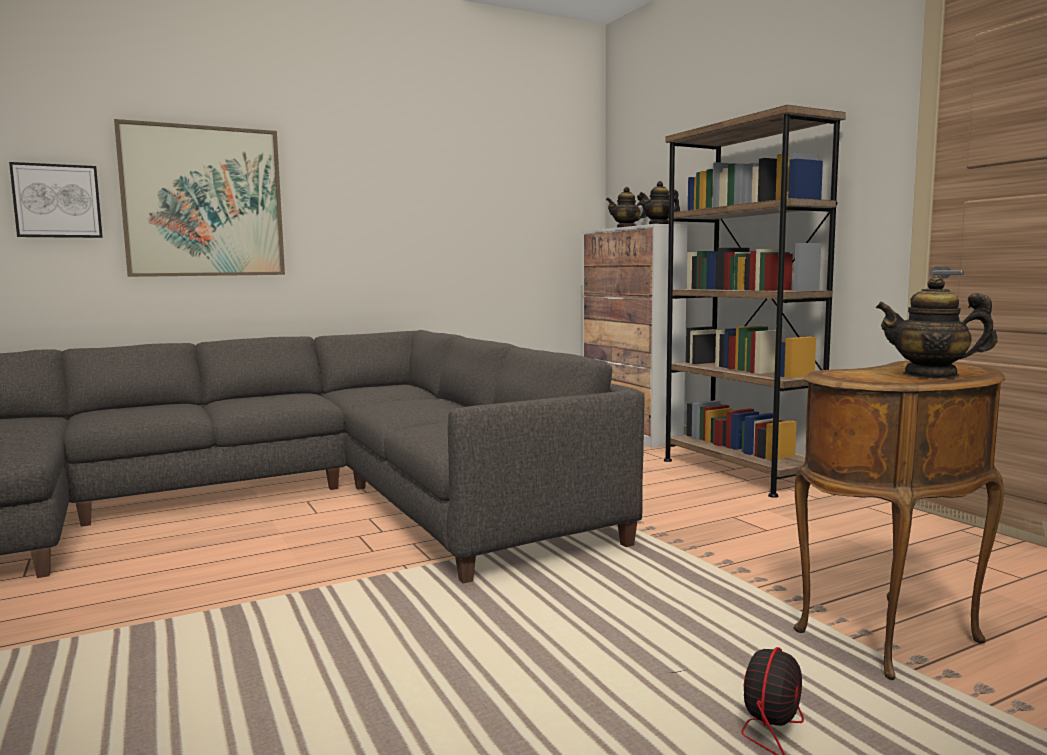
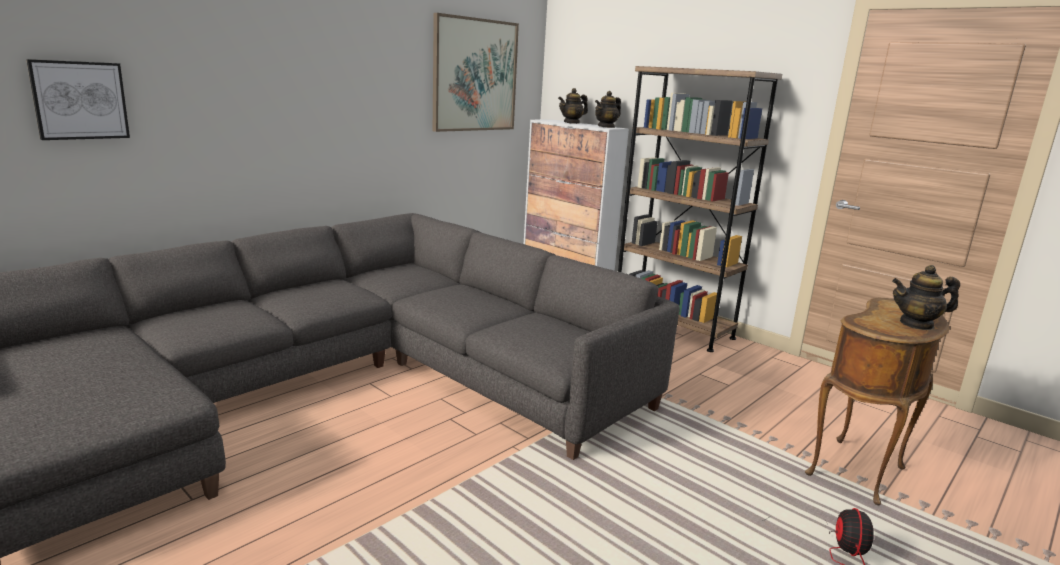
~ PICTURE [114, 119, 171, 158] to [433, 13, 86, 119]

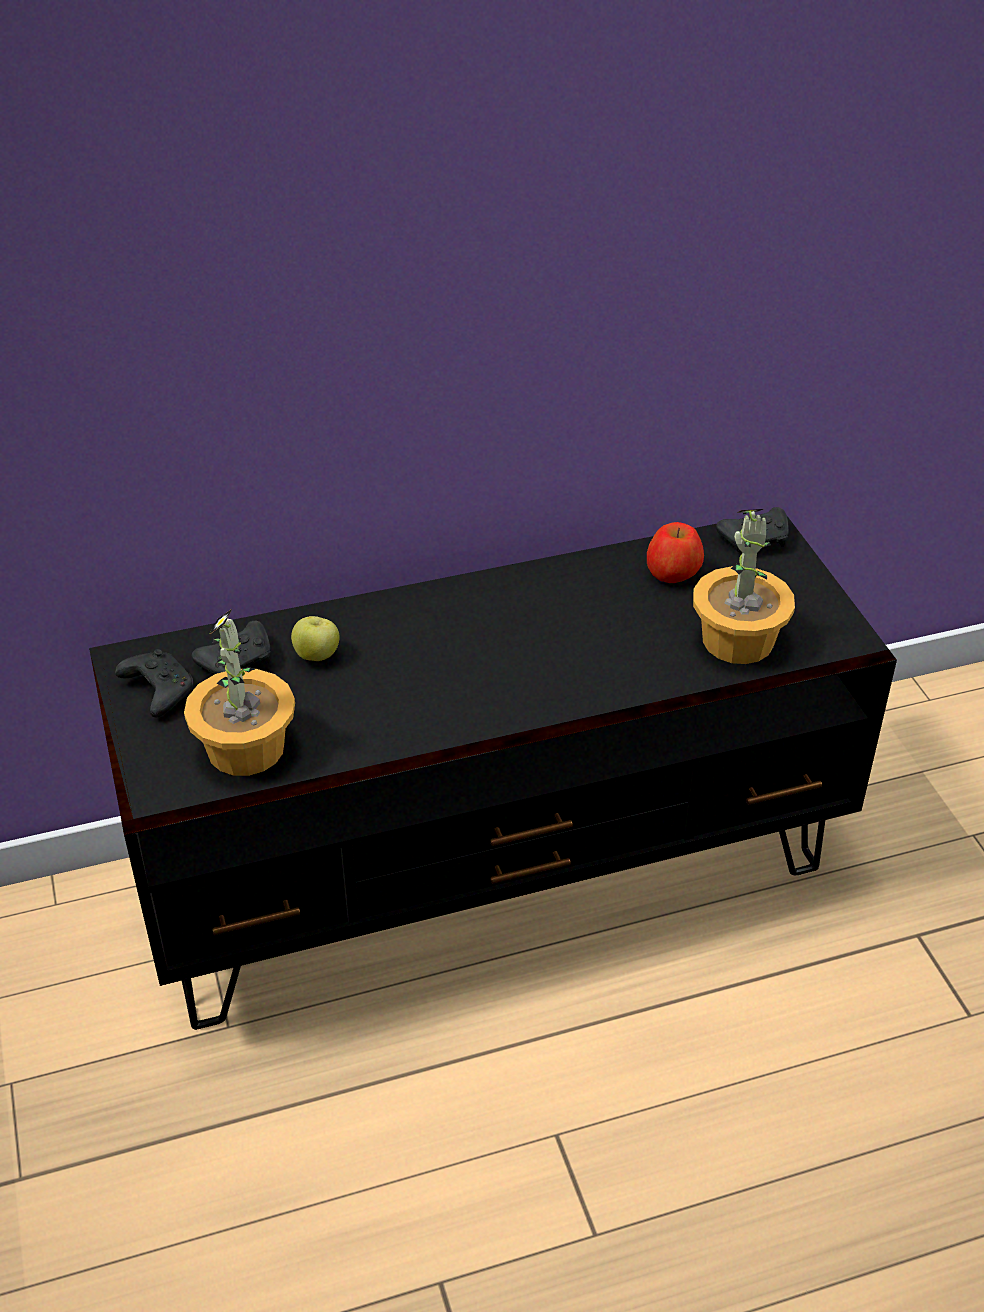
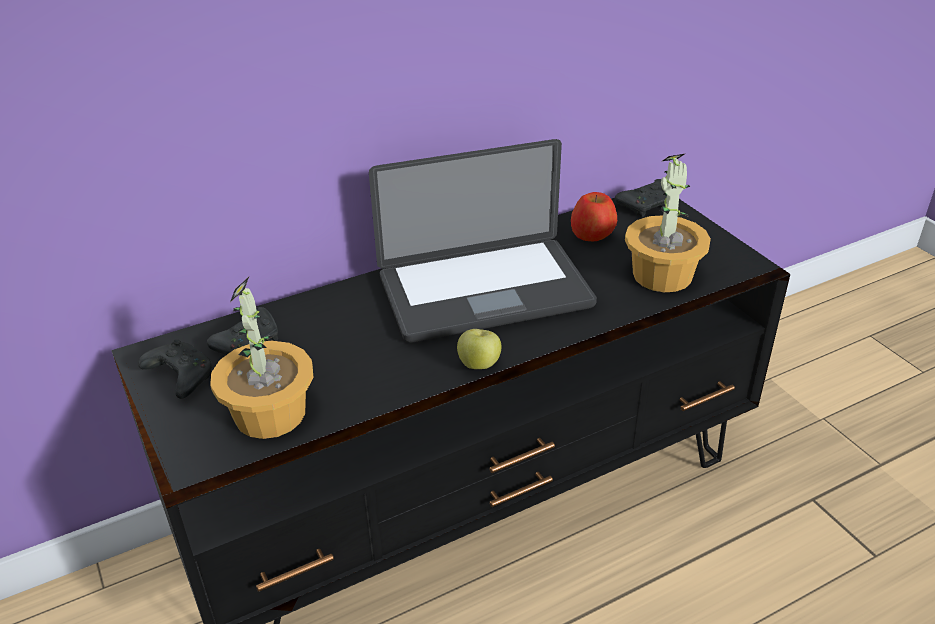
~ WHOLE APPLE [291, 616, 49, 45] to [457, 329, 44, 40]
+ PORTABLE COMPUTER [369, 139, 228, 204]

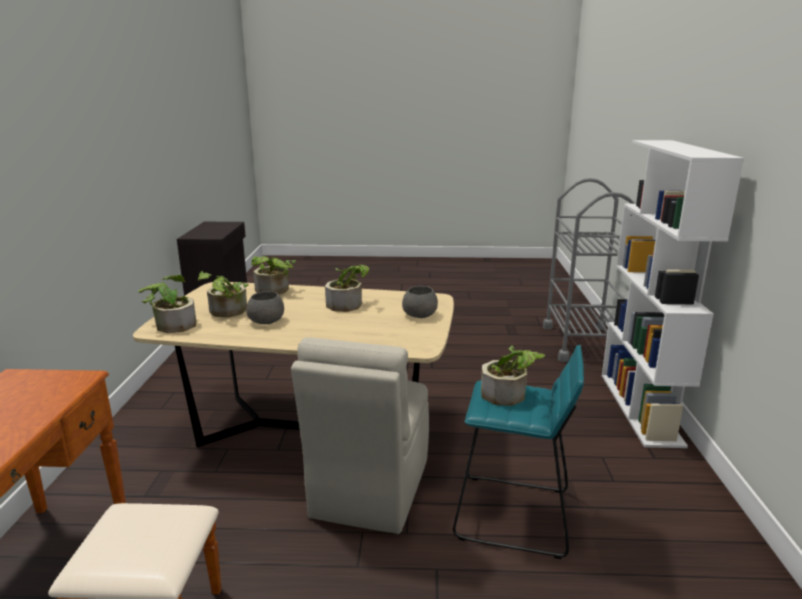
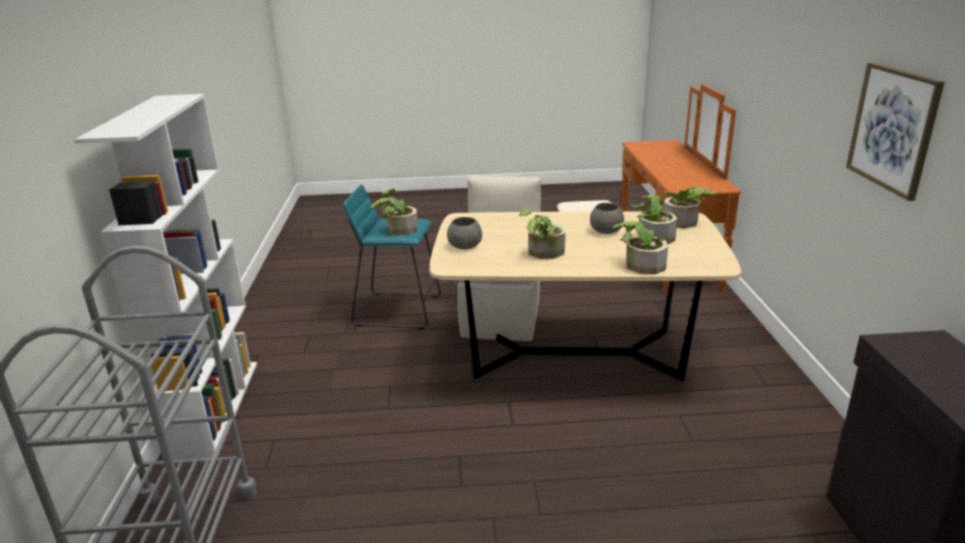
+ PICTURE [846, 63, 99, 138]

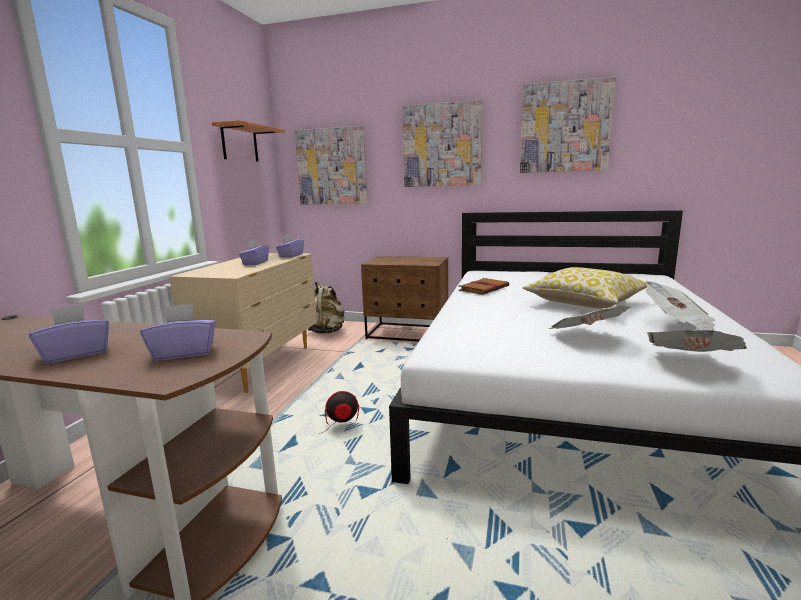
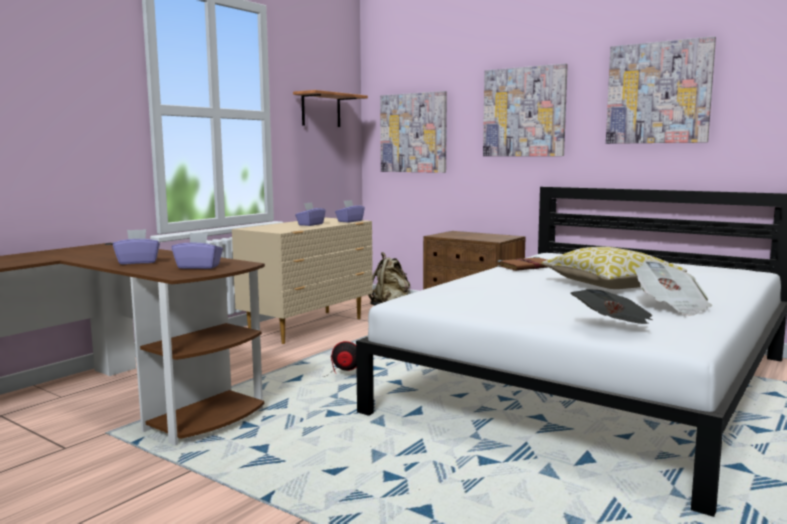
- NEWSPAPER [549, 305, 82, 24]

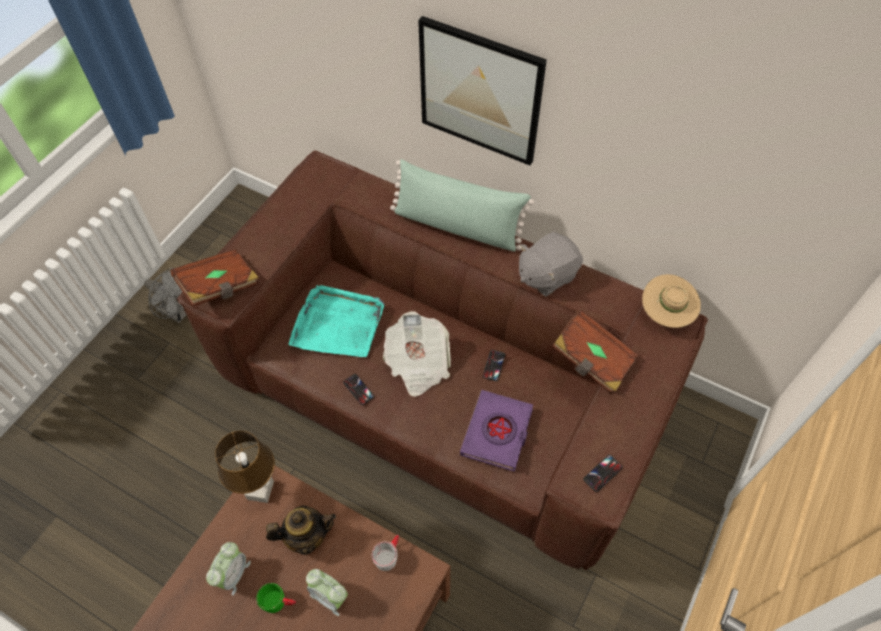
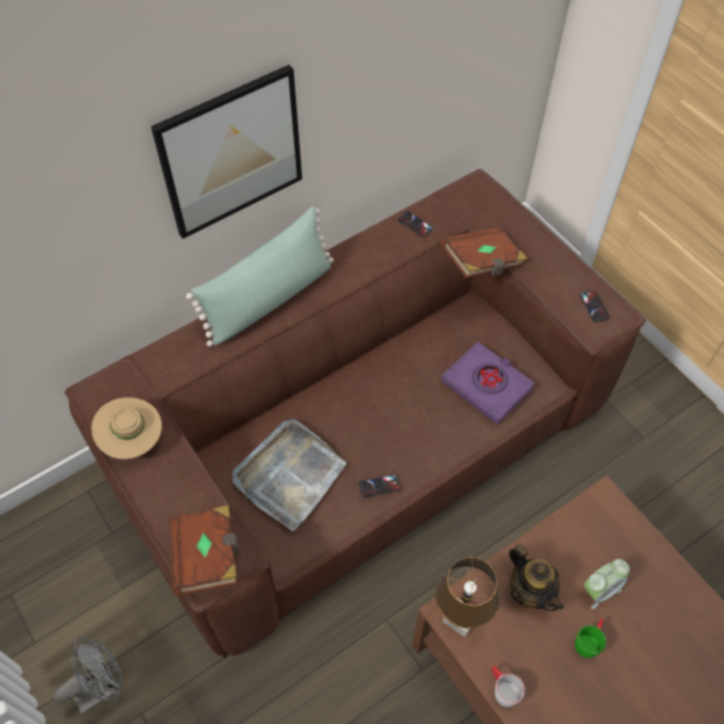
- GREYISH PLUSH TOY [519, 232, 64, 65]
~ BEIGE-COLOURED CLOTHING HAT [642, 274, 59, 54] to [91, 397, 71, 63]
~ BLUE-GREEN TRAY [289, 285, 96, 72] to GREYISH TRAY [232, 419, 115, 112]
- NEWSPAPER [383, 311, 68, 86]
~ PHONE [483, 350, 22, 31] to [397, 211, 36, 26]
~ POT FOR TEA [266, 505, 70, 50] = [509, 544, 55, 67] 135 degrees clockwise
~ GREYISH MUG [372, 535, 27, 36] to [492, 666, 33, 41]
- ALARM CLOCK [206, 542, 45, 54]

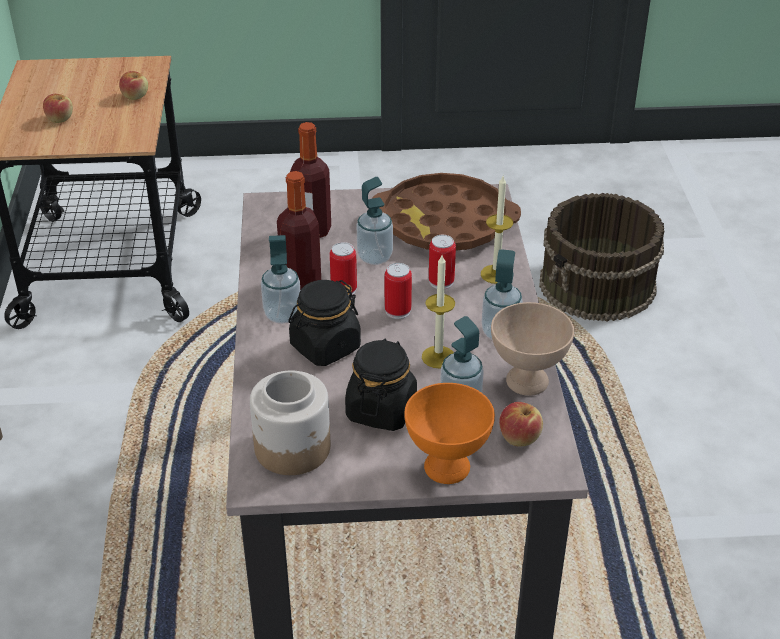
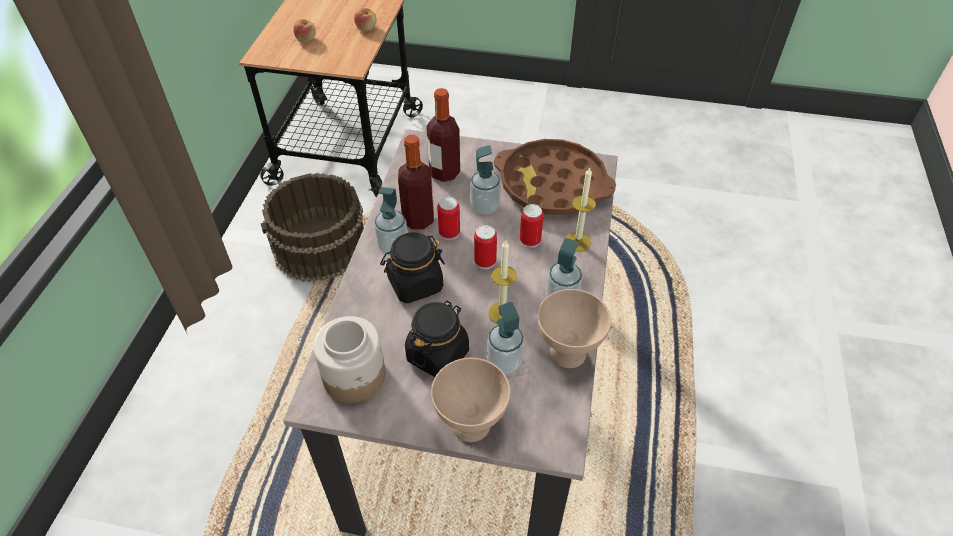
~ BROWN WATER BUCKET [539, 193, 125, 129] to [260, 173, 104, 109]
~ ORANGEY SERVING BOWL [404, 383, 91, 101] to BEIGE-COLOURED SERVING BOWL [431, 358, 79, 84]
- WHOLE APPLE [499, 402, 44, 45]

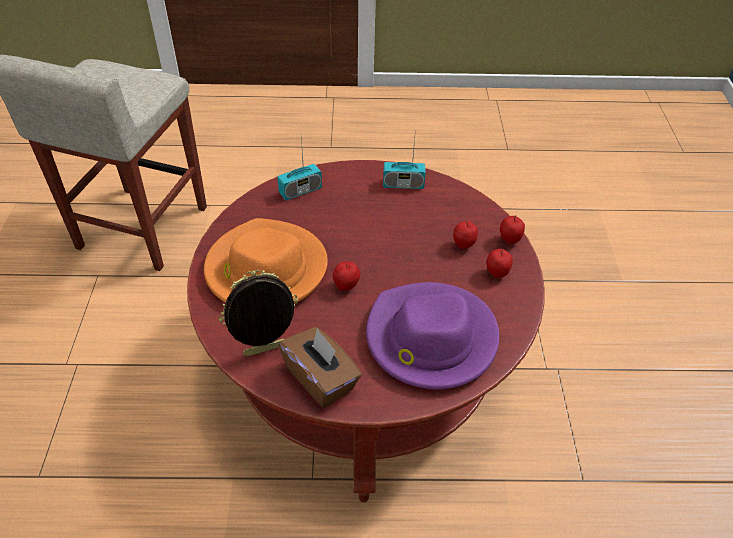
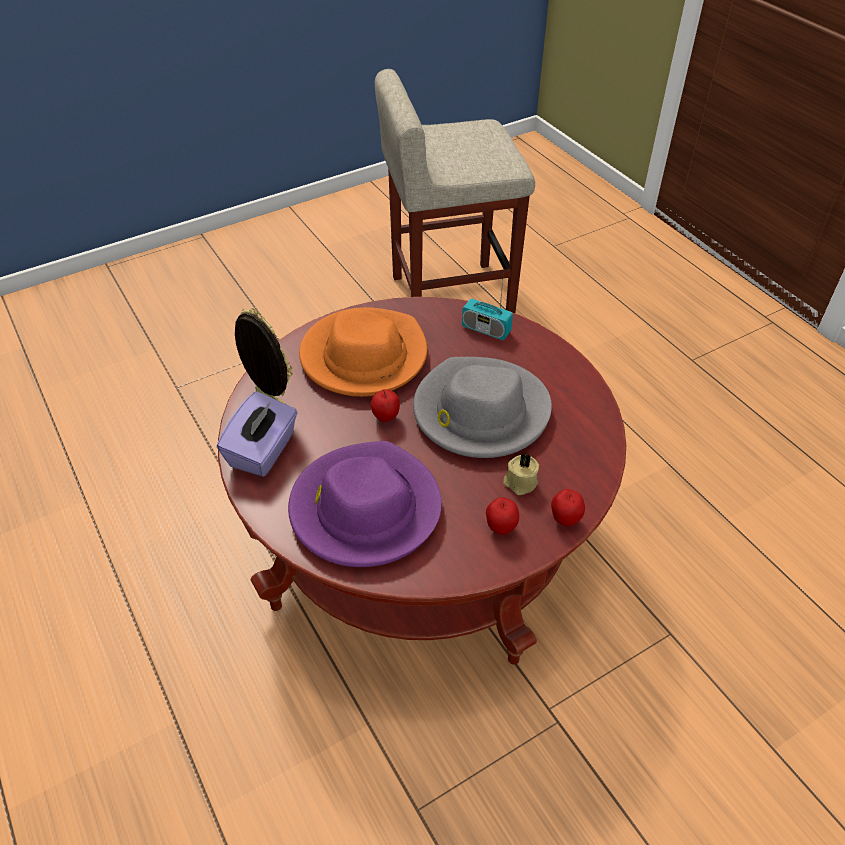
- RADIO SET [383, 129, 43, 60]
~ WHOLE APPLE [453, 221, 25, 28] to BEIGE-COLOURED WAX LIGHT [503, 453, 36, 42]
~ BROWN TISSUE BOX [278, 327, 84, 81] to PURPLISH TISSUE BOX [217, 391, 81, 86]
+ GREYISH CLOTHING HAT [413, 357, 139, 101]

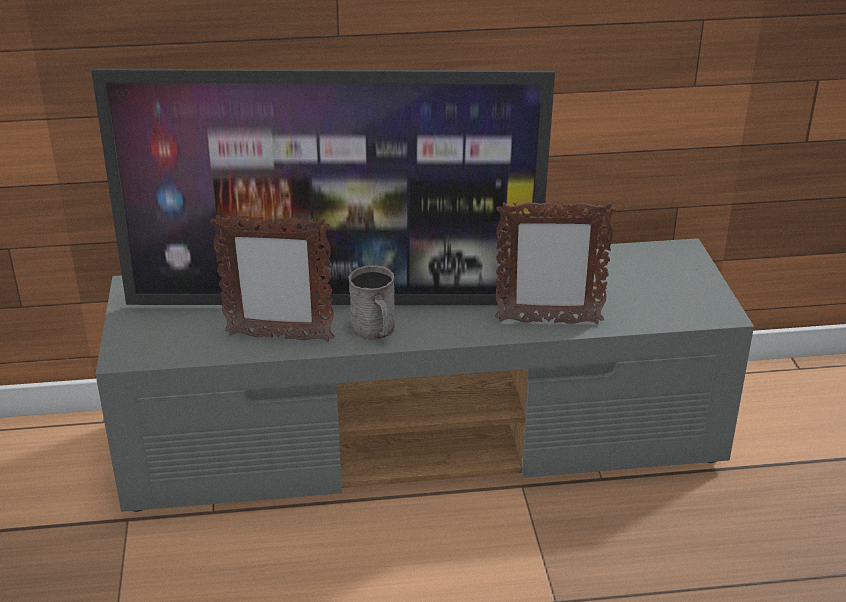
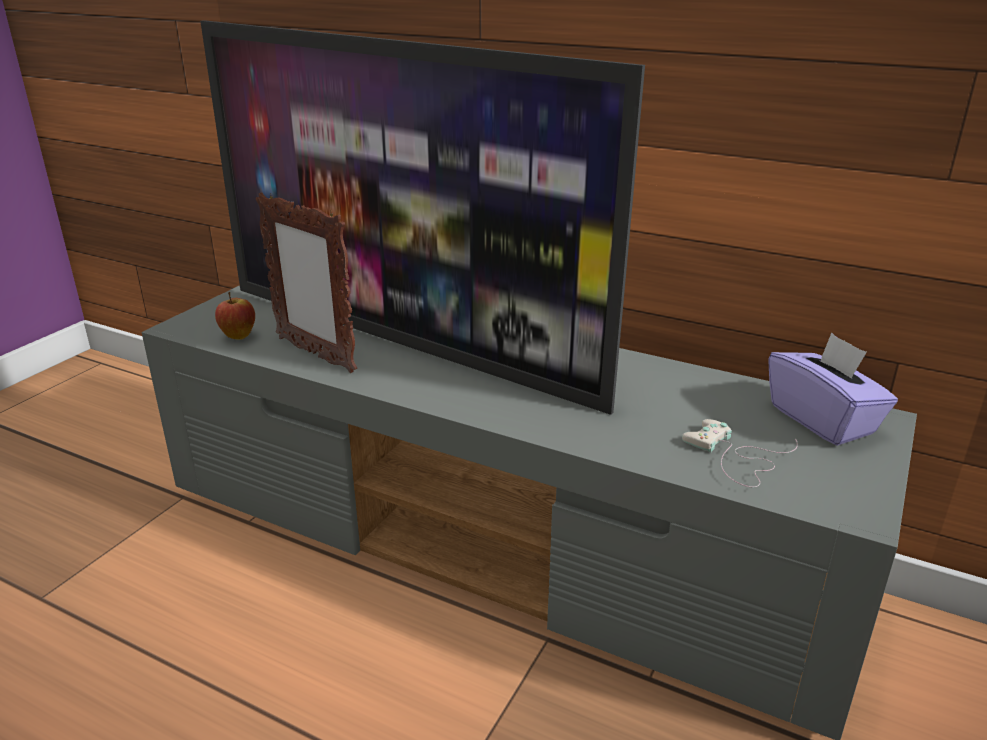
- STANDING FRAME [495, 201, 121, 123]
- GREYISH MUG [348, 265, 47, 76]
+ WHOLE APPLE [215, 292, 40, 48]
+ PURPLISH TISSUE BOX [768, 333, 130, 113]
+ WHITE GAMEPAD [682, 419, 116, 69]

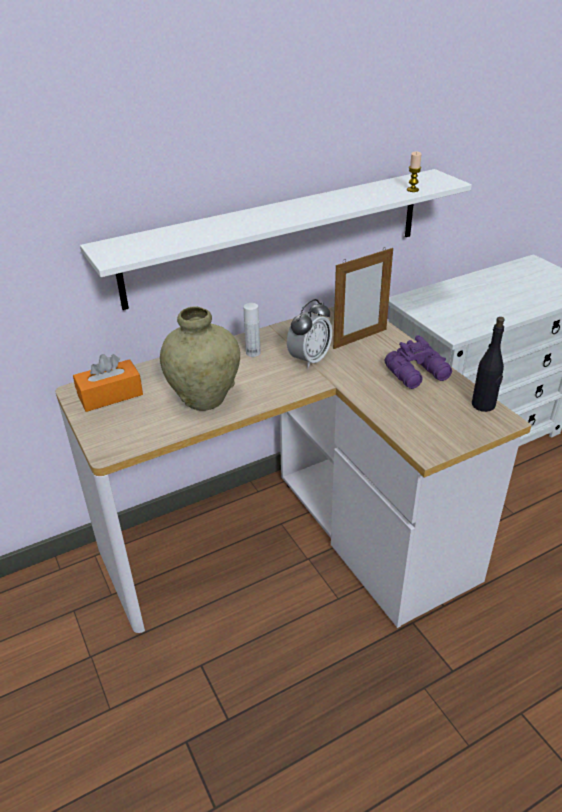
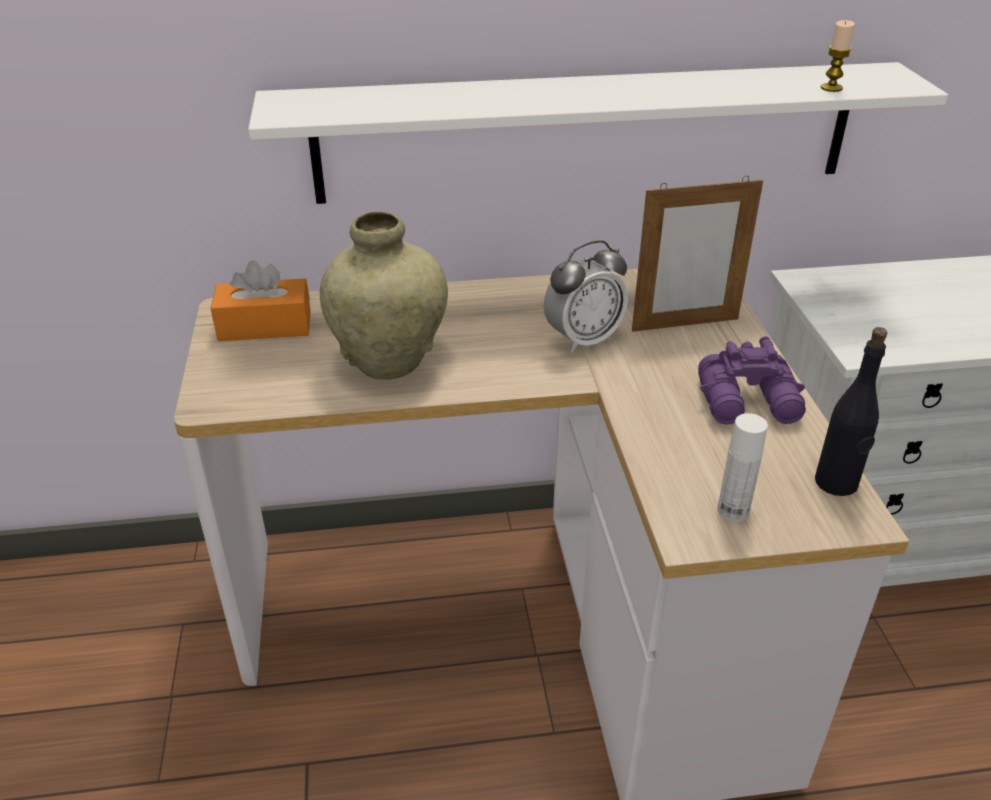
~ WHITE BOTTLE [244, 303, 17, 54] to [717, 413, 51, 109]

